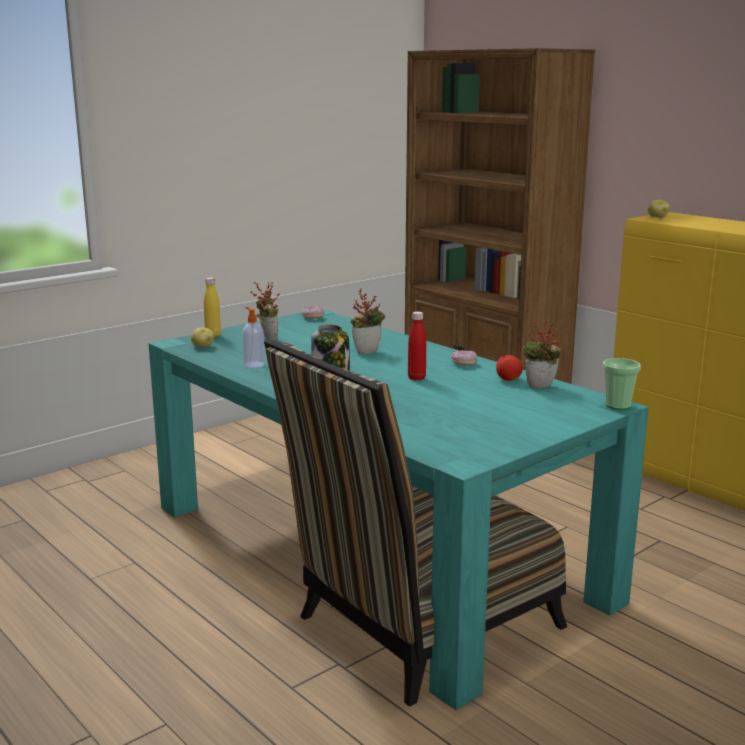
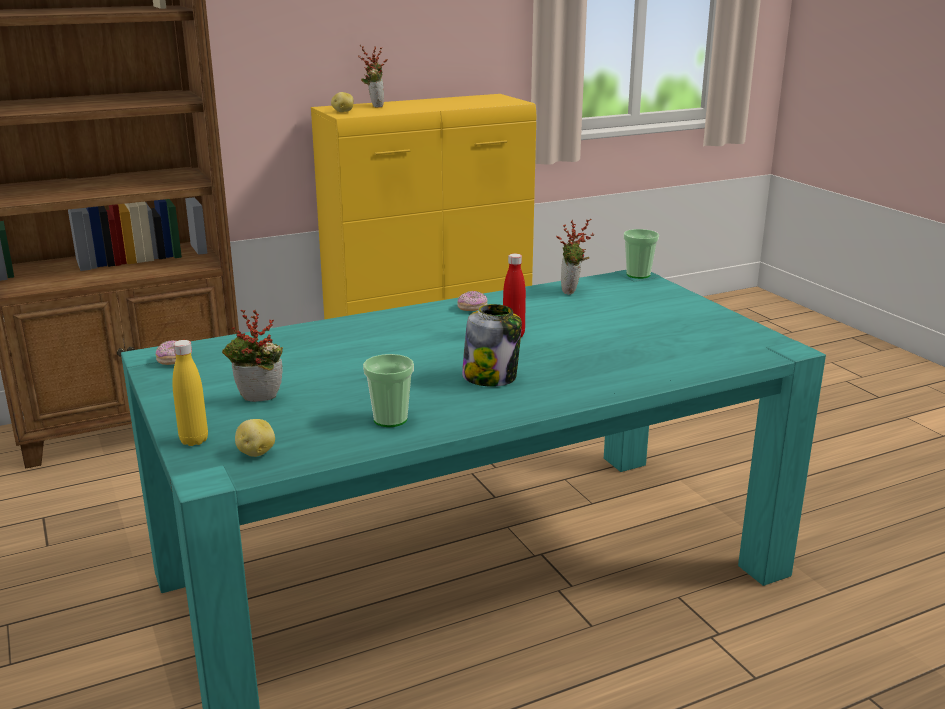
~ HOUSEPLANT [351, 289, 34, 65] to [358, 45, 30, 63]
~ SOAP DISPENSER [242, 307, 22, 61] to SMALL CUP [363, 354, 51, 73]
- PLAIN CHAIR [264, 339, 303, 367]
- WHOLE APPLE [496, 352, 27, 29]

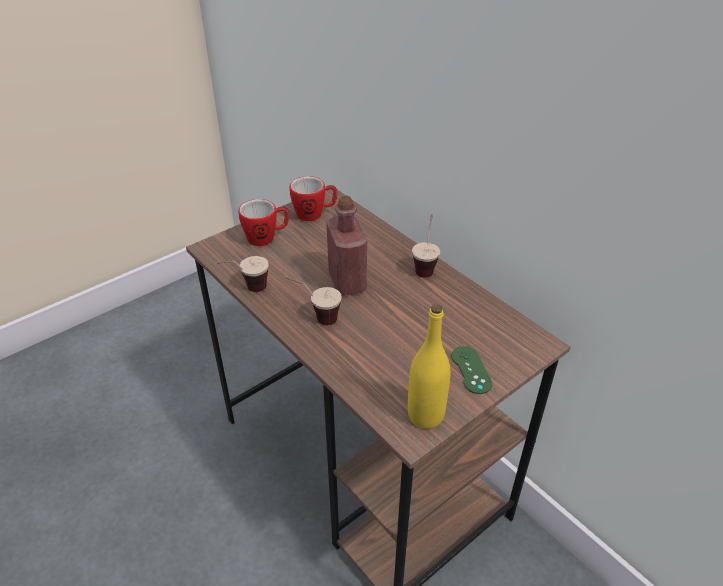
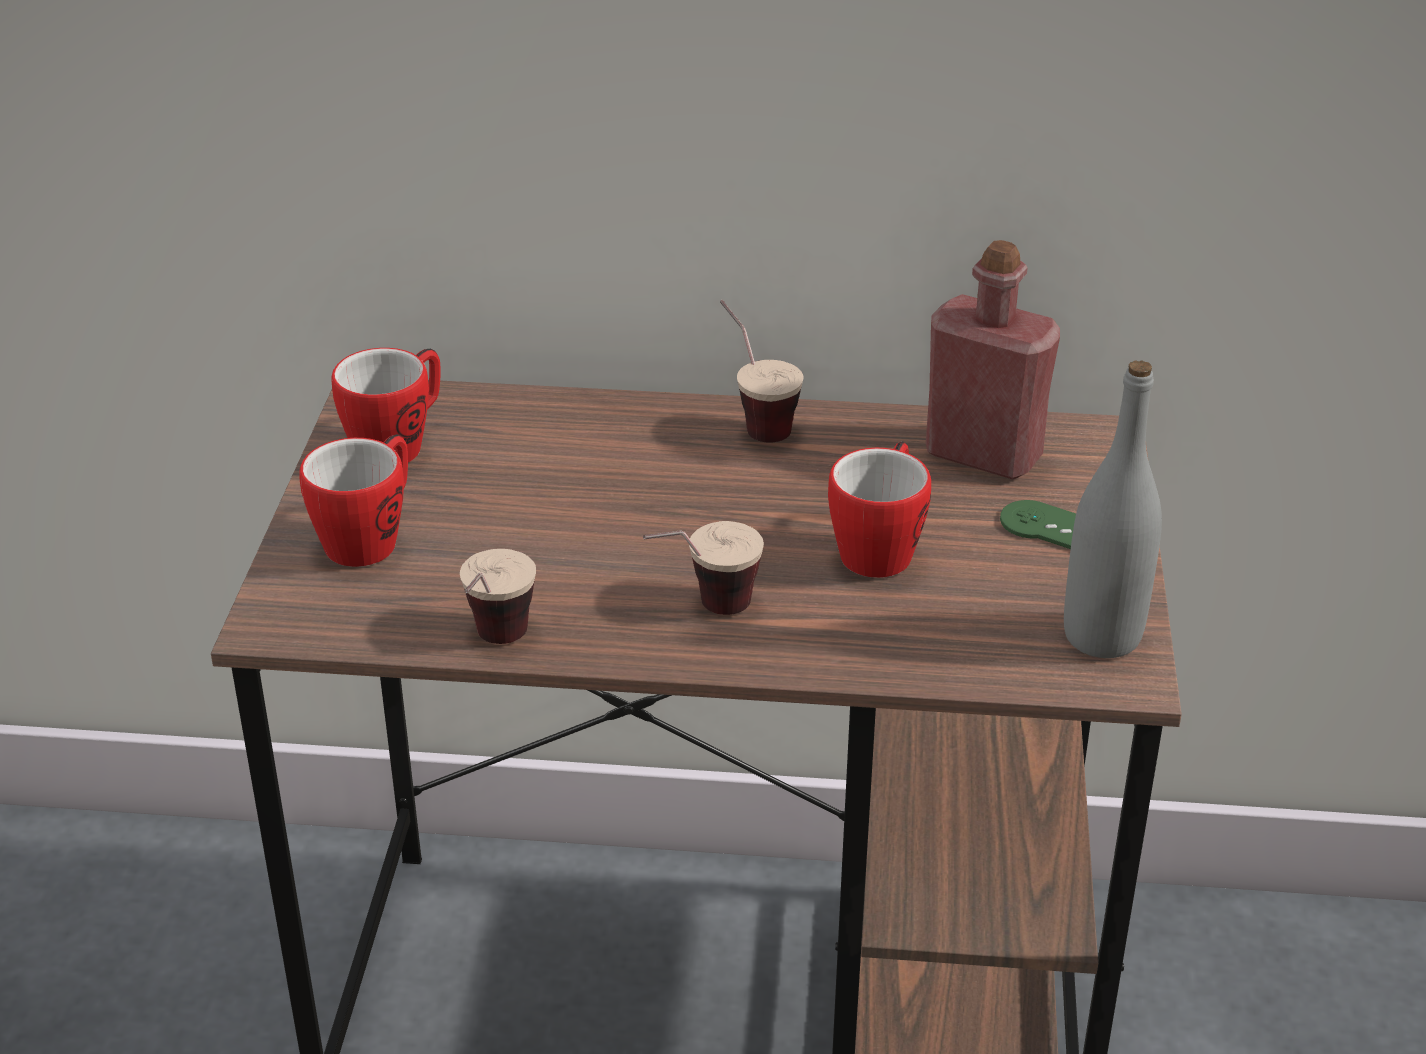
~ REDDISH BOTTLE [326, 196, 41, 100] to [926, 240, 134, 239]
~ YELLOW BOTTLE [408, 304, 43, 125] to GREYISH BOTTLE [1064, 360, 98, 298]
+ MUG [828, 441, 103, 137]

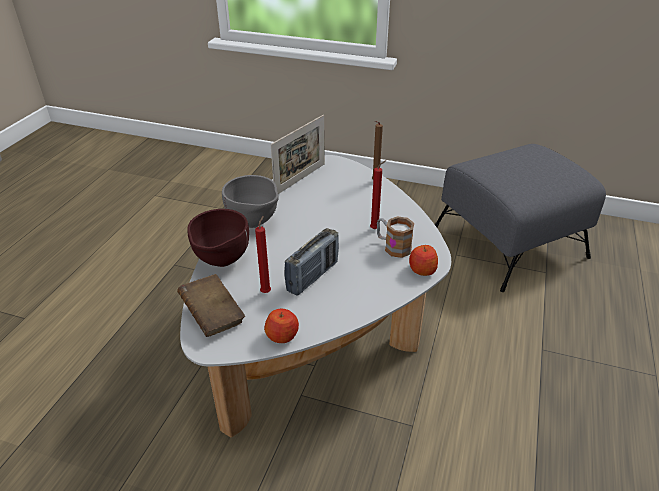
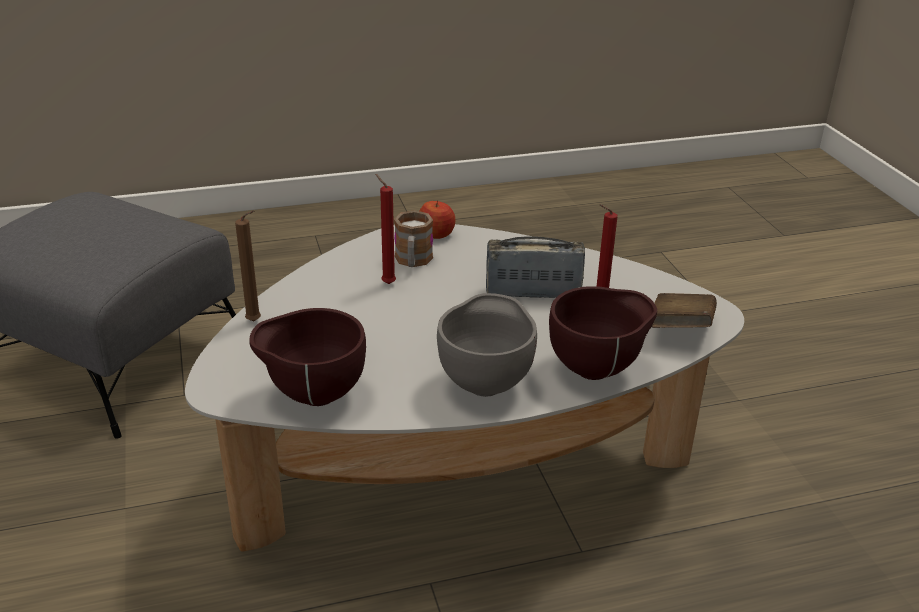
~ STANDING FRAME [271, 115, 53, 79] to BROWN SERVING BOWL [249, 308, 117, 98]
- WHOLE APPLE [264, 309, 35, 34]

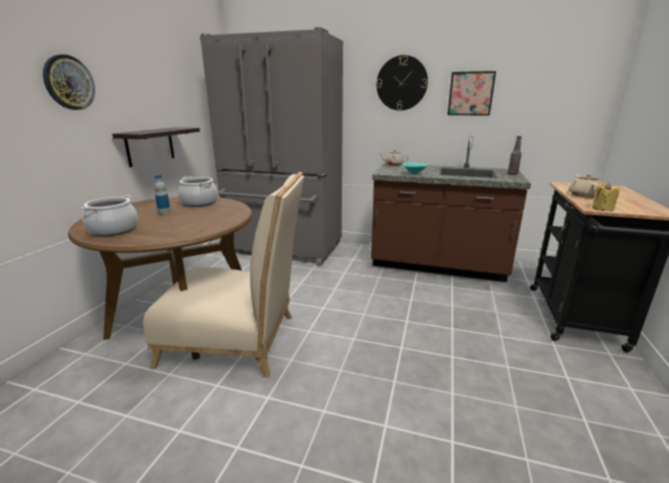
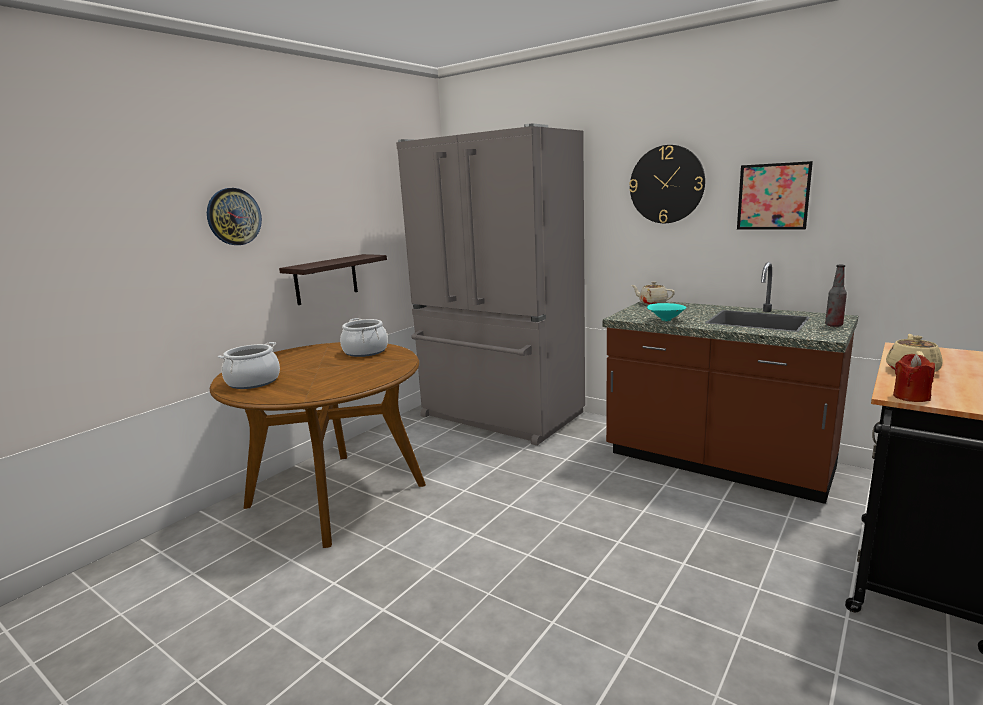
- BEIGE-COLOURED PLAIN CHAIR [143, 172, 161, 206]
- BOTTLE [154, 174, 17, 40]
~ YELLOW WAX LIGHT [592, 182, 27, 29] to REDDISH WAX LIGHT [893, 354, 42, 48]

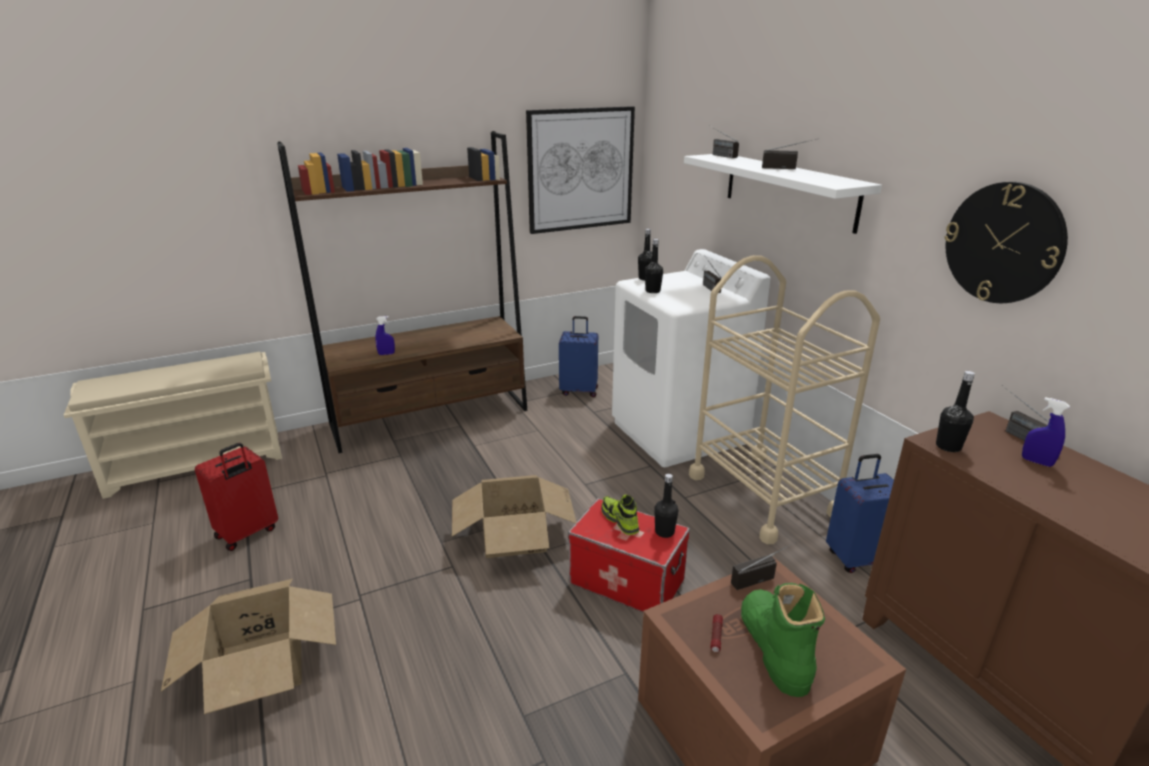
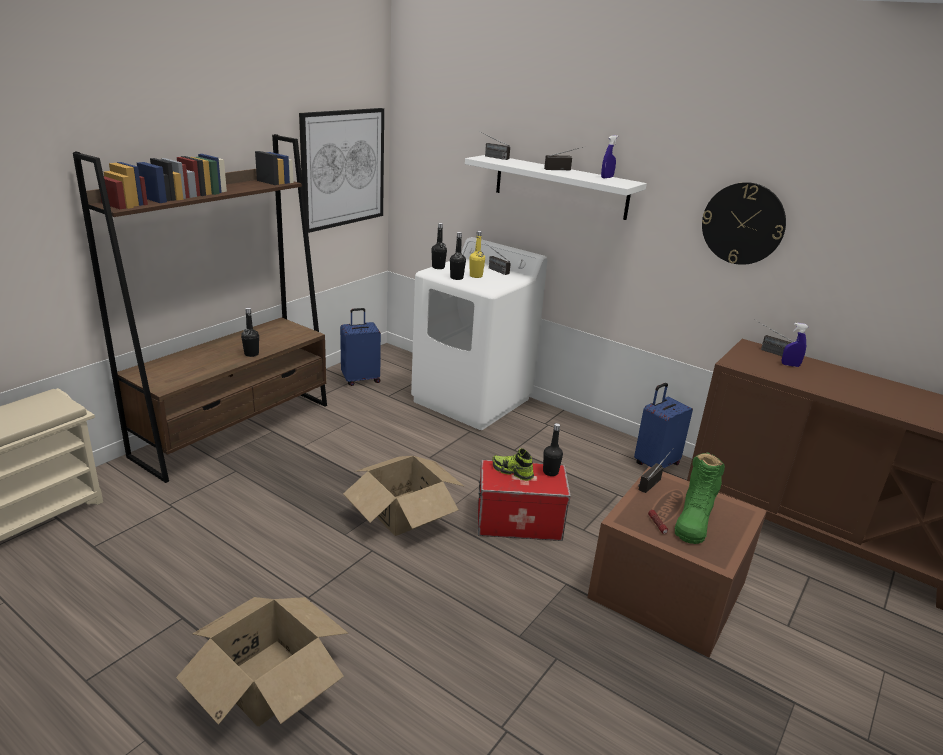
- BEIGE-COLOURED TROLLEY [689, 255, 191, 289]
~ BLUISH HAND SPRAYER [375, 316, 20, 39] to [601, 135, 17, 43]
~ BLACKISH BOTTLE [936, 371, 39, 81] to [241, 308, 18, 49]
- REDDISH PIECE OF LUGGAGE [195, 443, 83, 108]
~ GREEN TALL BOOT [741, 583, 84, 114] = [675, 452, 50, 92] 120 degrees counterclockwise
+ YELLOW BOTTLE [469, 231, 16, 47]

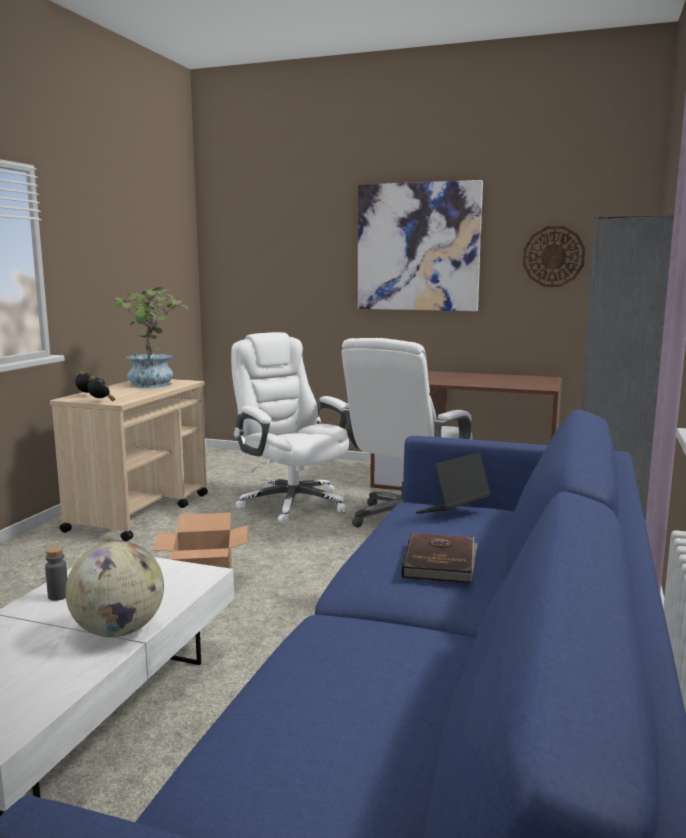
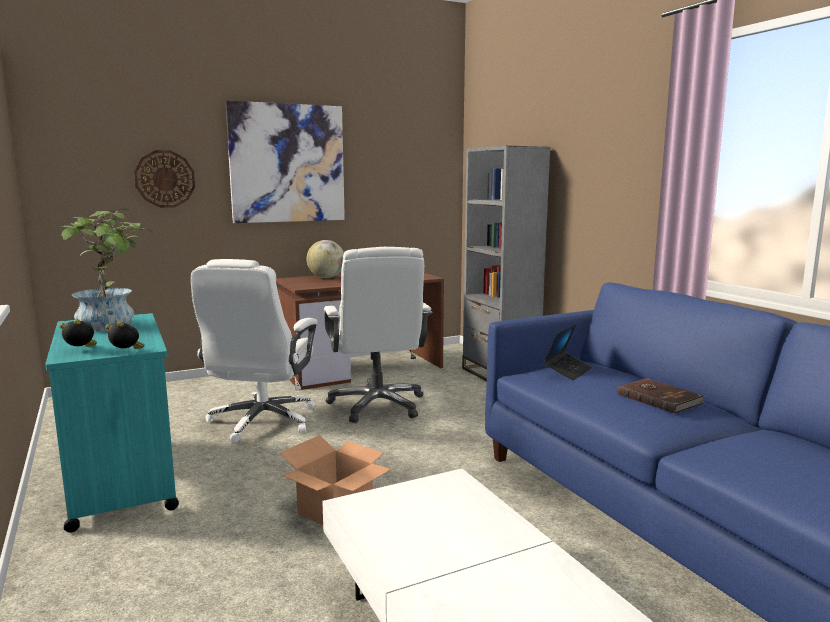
~ WALL CLOCK [523, 226, 62, 61] to [134, 150, 61, 58]
~ WHITE OFFICE CHAIR [231, 332, 118, 192] = [191, 259, 127, 184] 90 degrees counterclockwise
~ BEIGE-COLOURED TROLLEY [50, 379, 158, 162] to BLUE-GREEN TROLLEY [45, 313, 134, 220]
~ PORTABLE COMPUTER [416, 452, 75, 62] = [543, 324, 49, 56] 150 degrees counterclockwise
~ DESK GLOBE [66, 541, 98, 96] to [307, 240, 37, 38]
- GREYISH BOTTLE [45, 547, 23, 54]

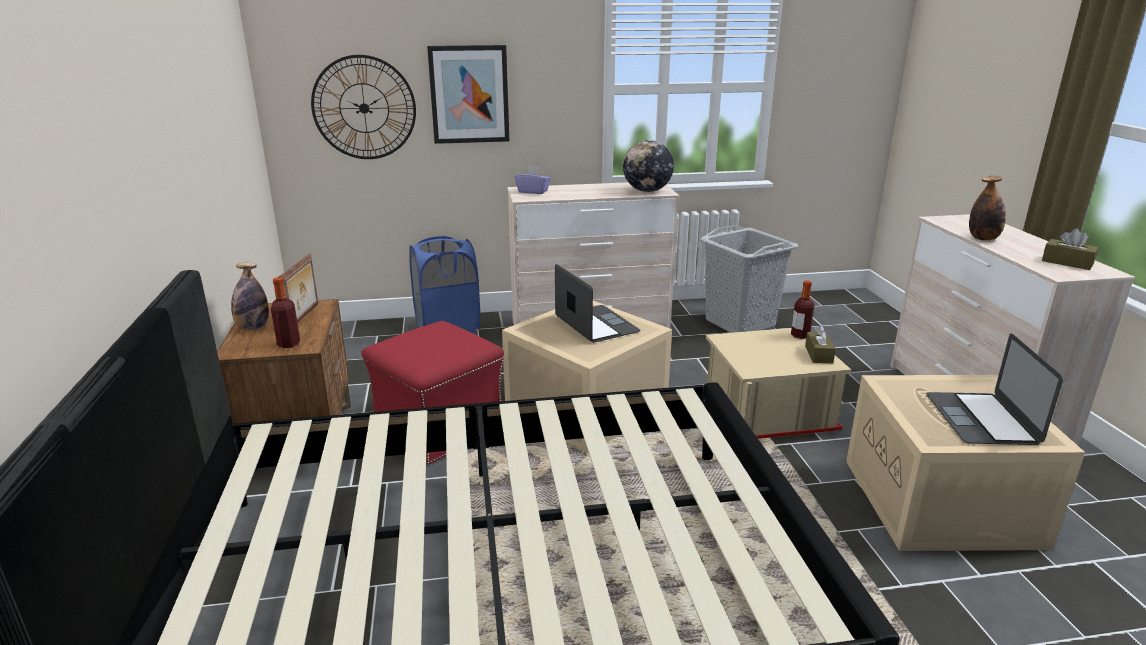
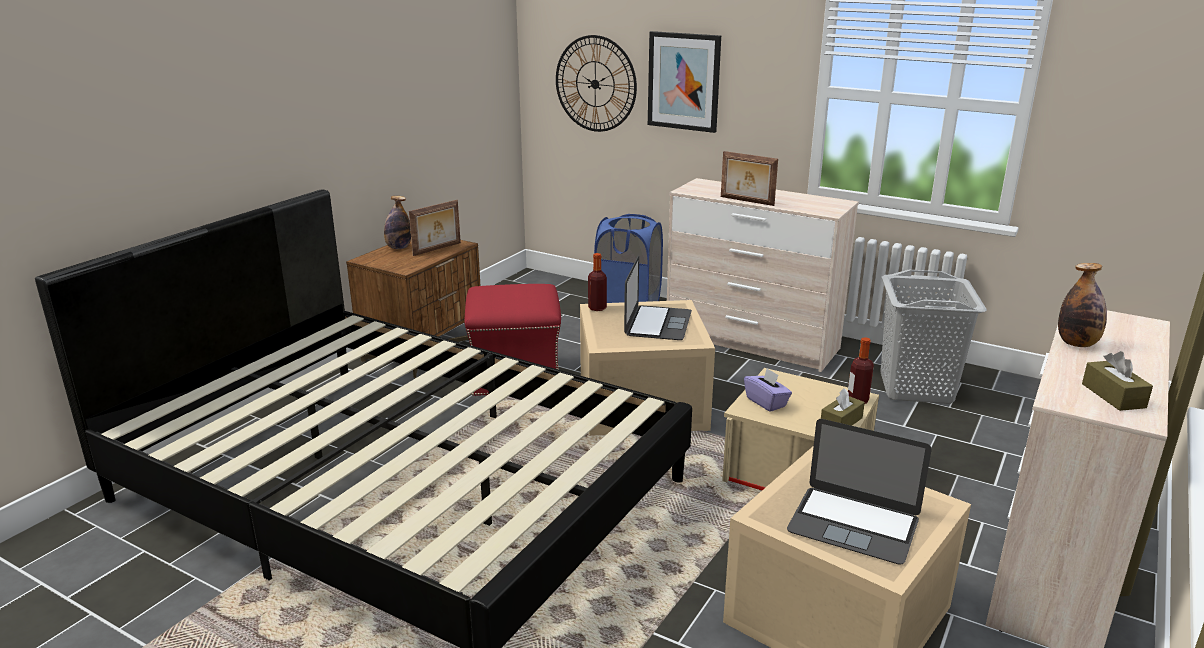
- DESK GLOBE [623, 140, 51, 52]
~ PURPLISH TISSUE BOX [515, 166, 36, 28] to [744, 368, 48, 44]
~ BOTTLE [271, 277, 29, 71] to [588, 253, 19, 58]
~ PORTABLE COMPUTER [926, 334, 137, 111] = [787, 419, 145, 146] 105 degrees counterclockwise
+ STANDING FRAME [721, 151, 57, 55]

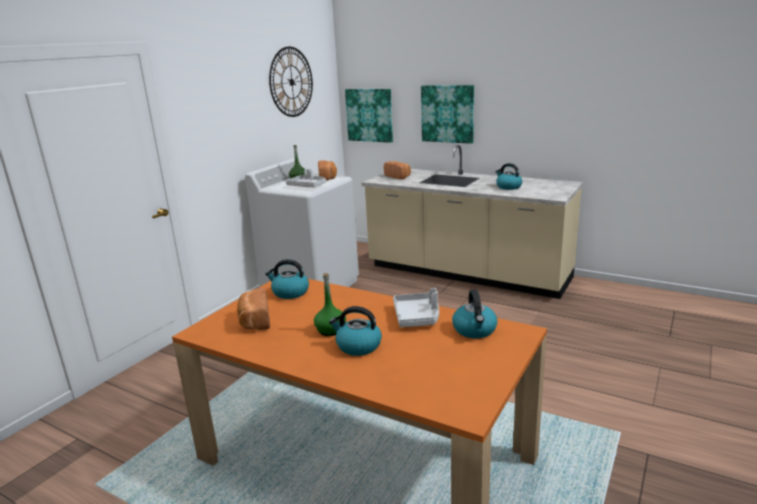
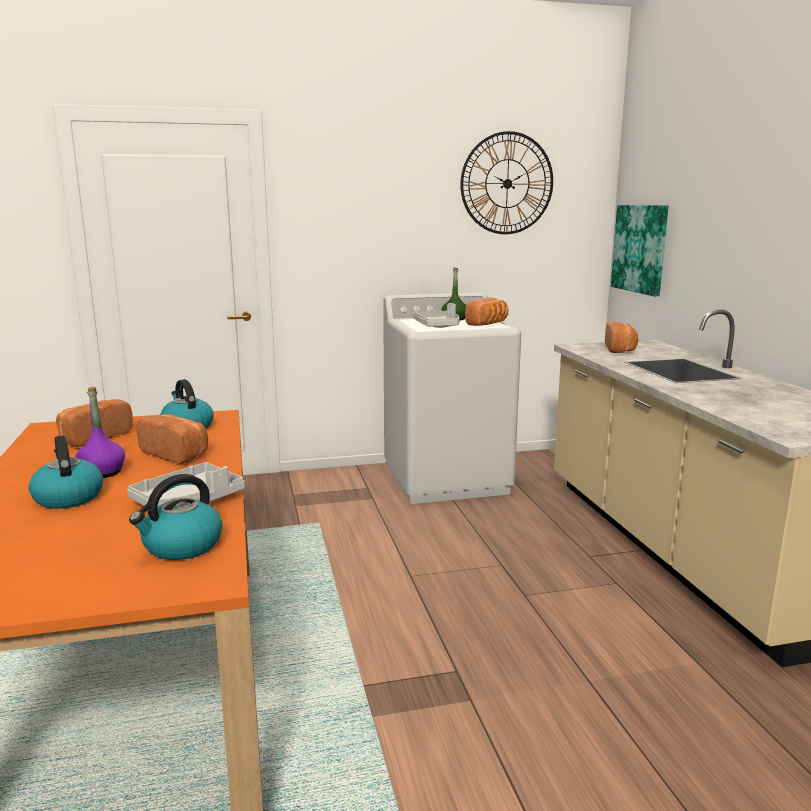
- PICTURE [421, 85, 53, 59]
- KETTLE [495, 163, 27, 27]
~ GREEN BOTTLE [314, 273, 32, 63] to PURPLISH BOTTLE [75, 387, 50, 91]
+ BREAD [137, 414, 71, 50]

